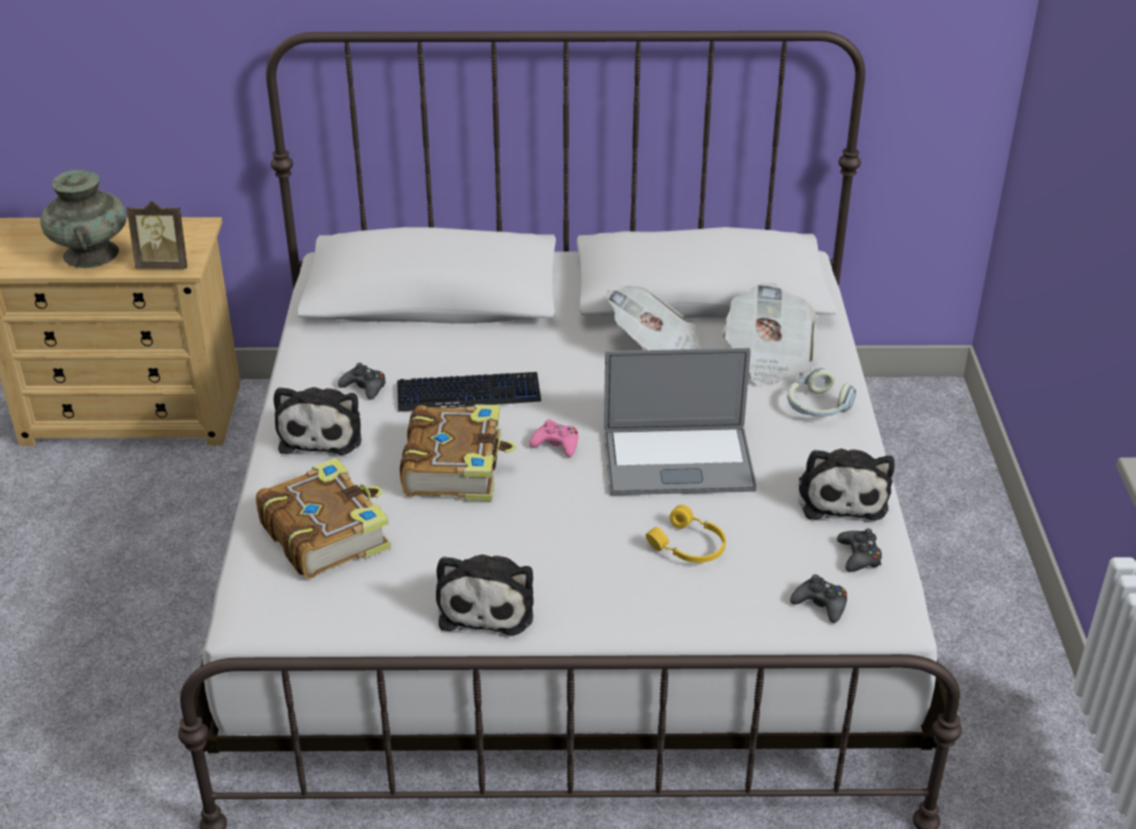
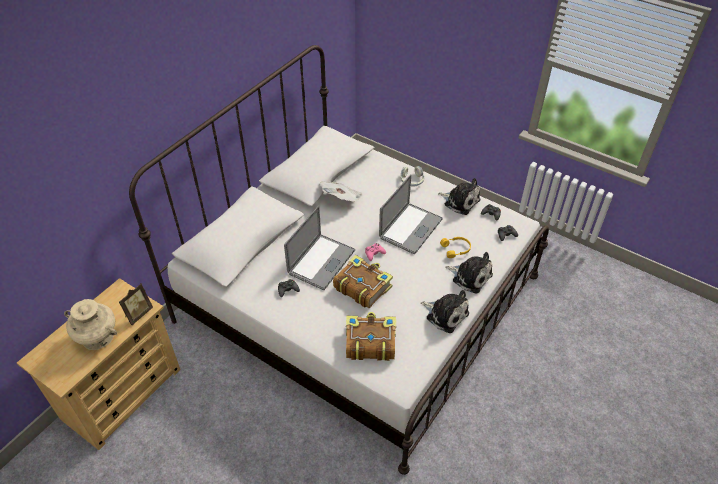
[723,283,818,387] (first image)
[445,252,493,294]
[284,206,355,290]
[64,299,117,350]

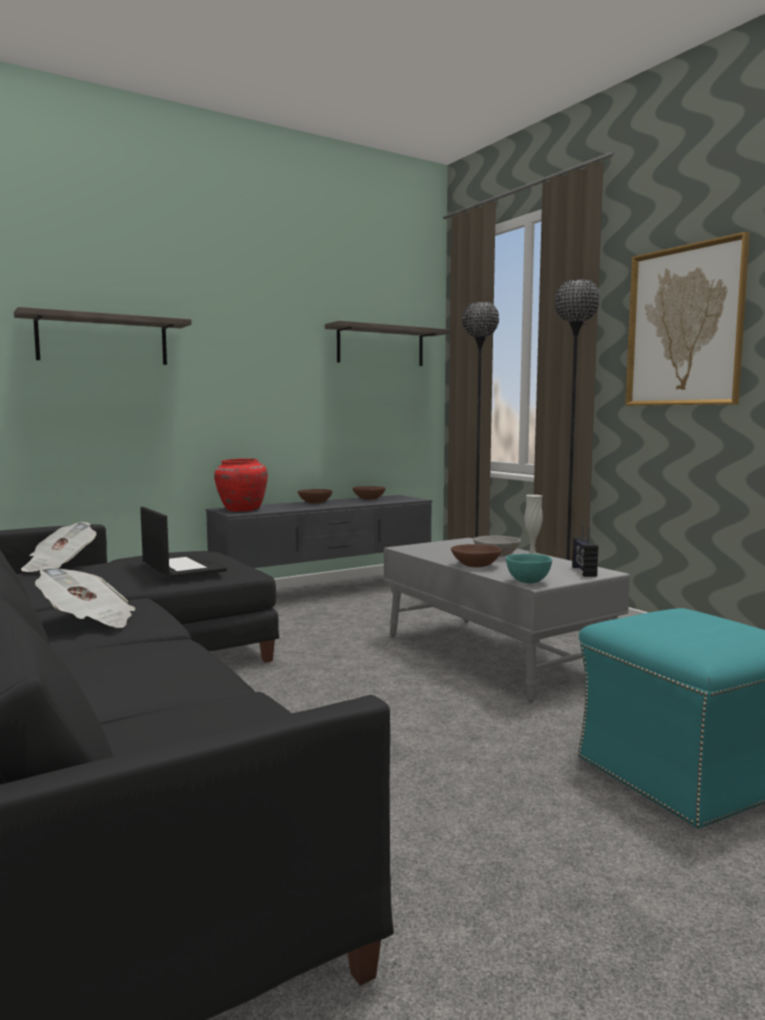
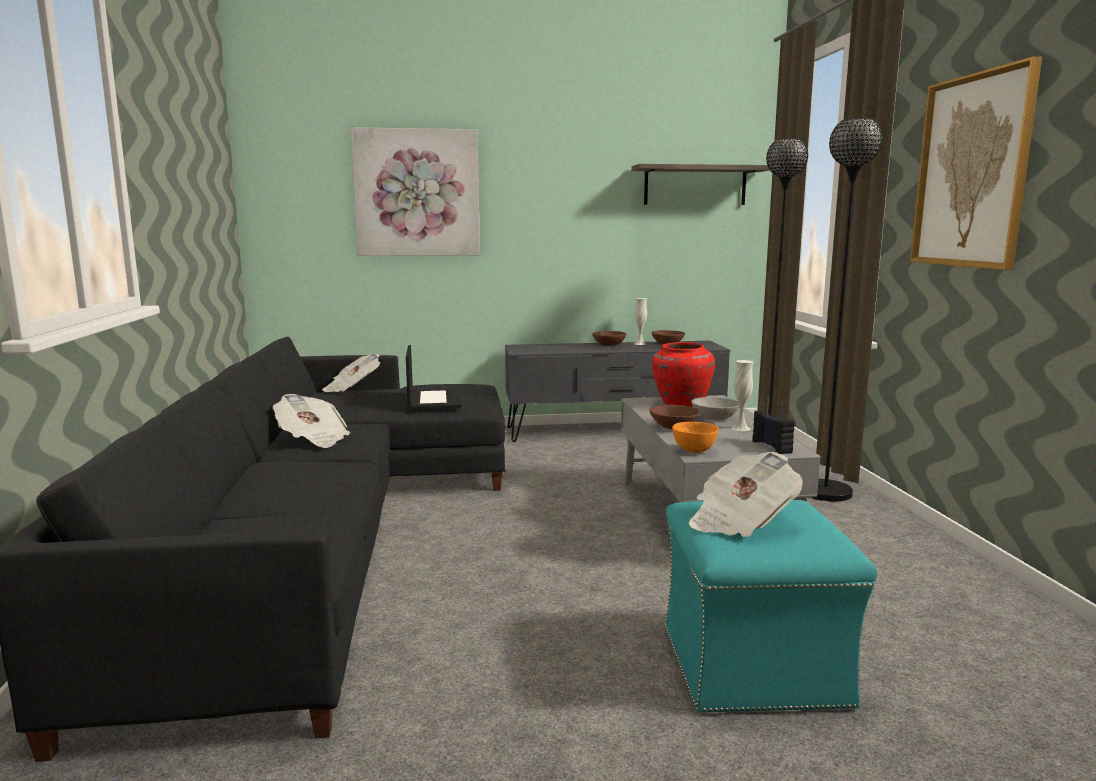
[634,298,647,345]
[689,452,803,537]
[652,342,715,407]
[350,127,480,256]
[672,422,719,453]
[752,396,795,454]

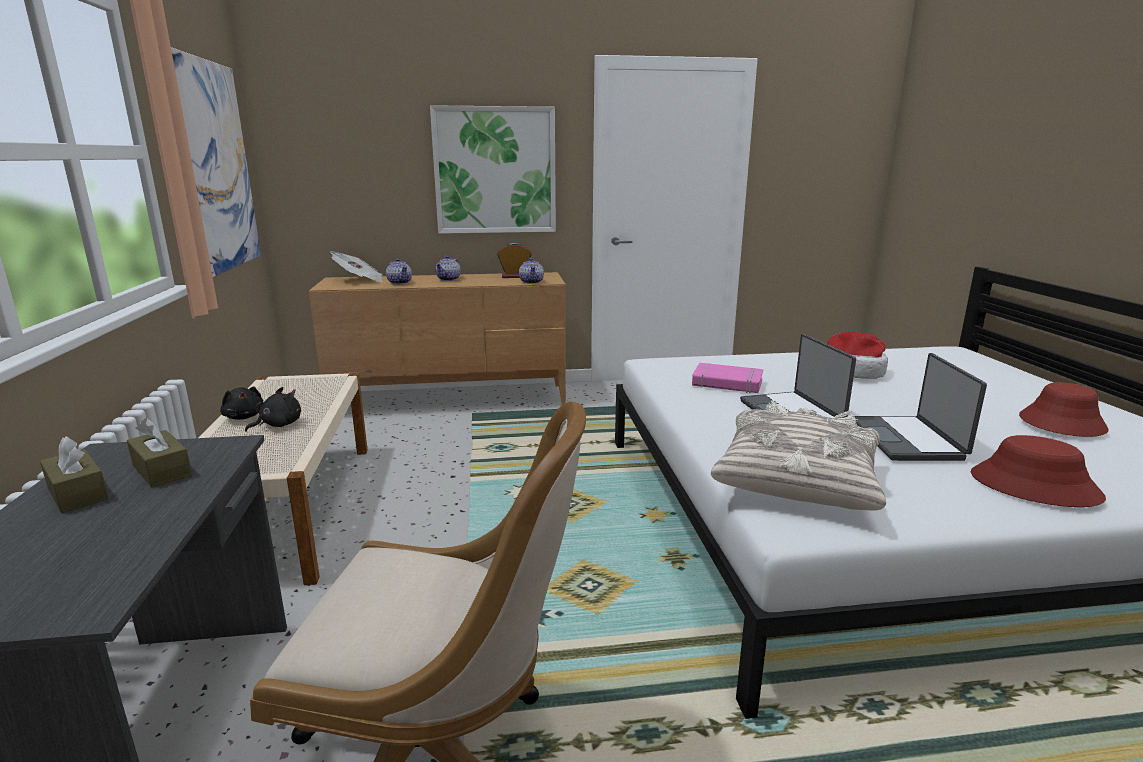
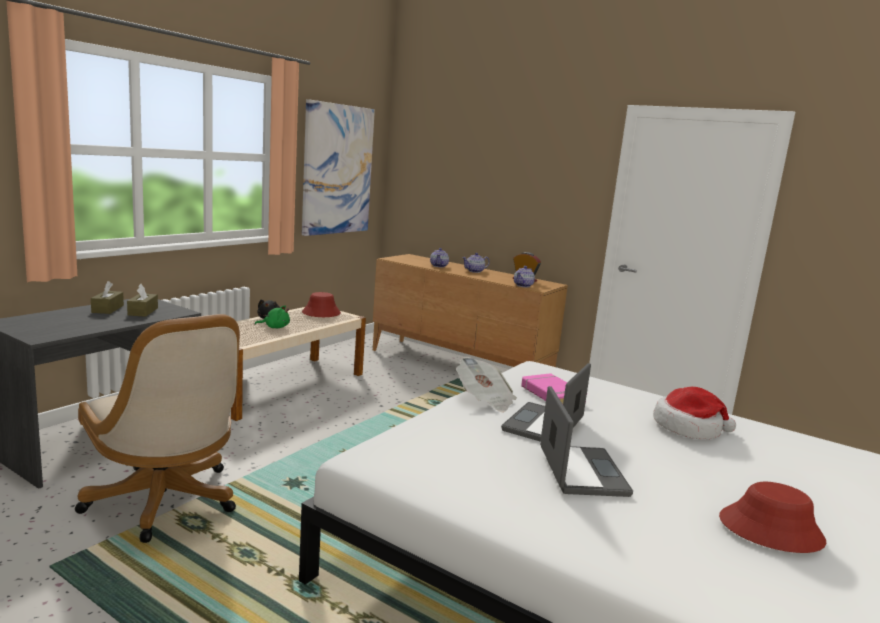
[430,105,556,234] (first image)
[711,399,886,511] (first image)
[456,357,517,413]
[302,292,341,317]
[255,305,290,328]
[540,386,633,497]

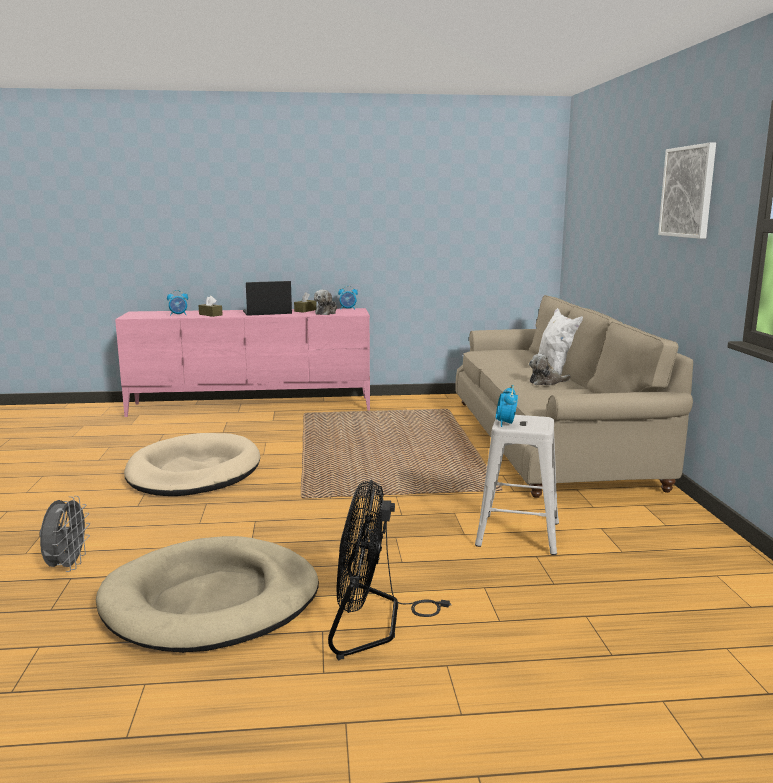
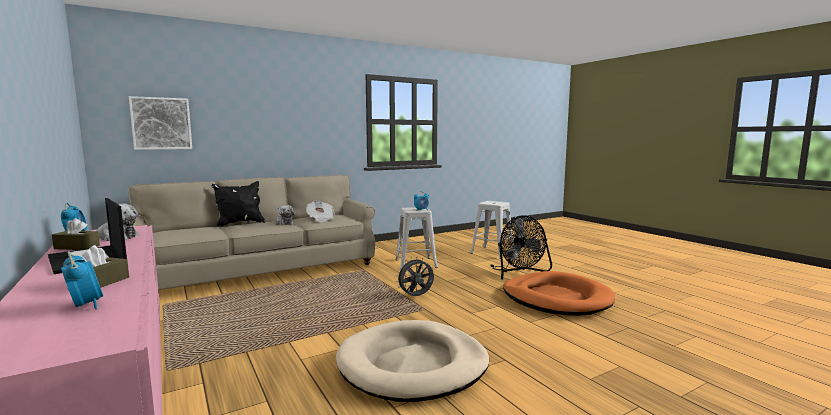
[306,201,335,222]
[470,201,513,259]
[396,257,434,296]
[129,96,192,150]
[503,271,615,316]
[211,181,265,227]

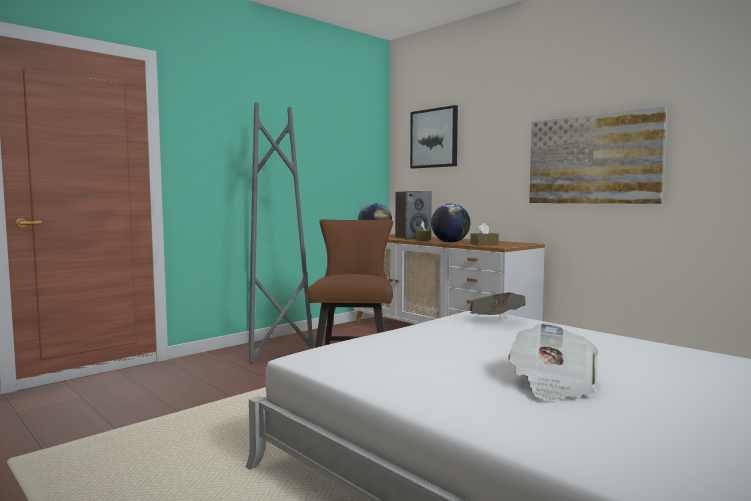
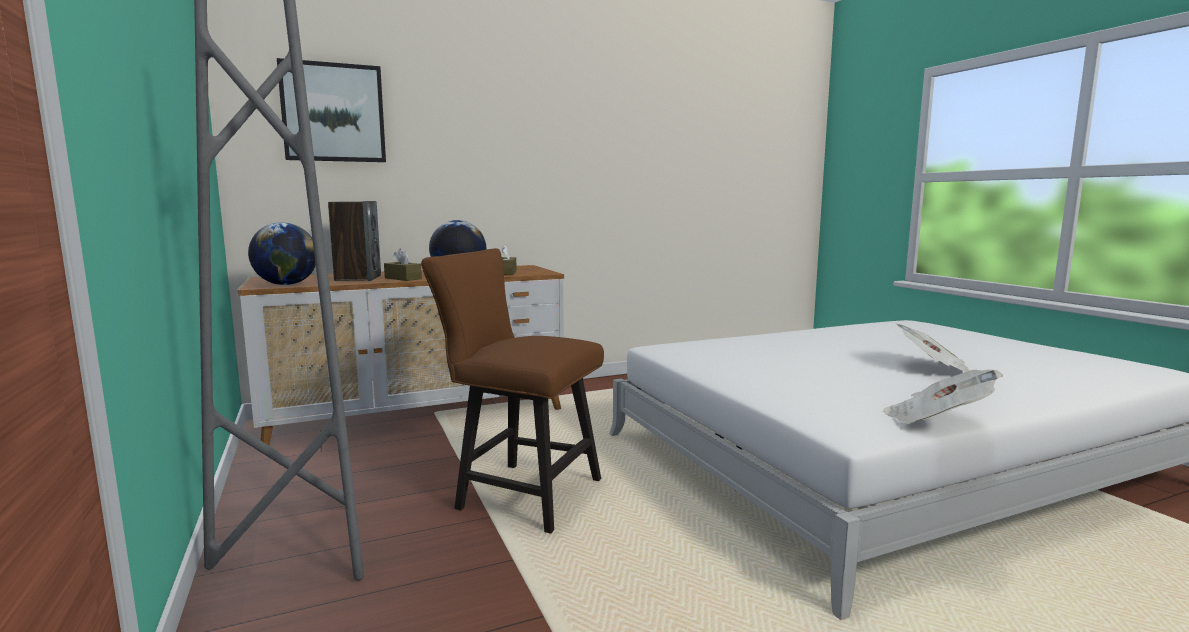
[529,106,666,204] (first image)
[883,370,1003,424]

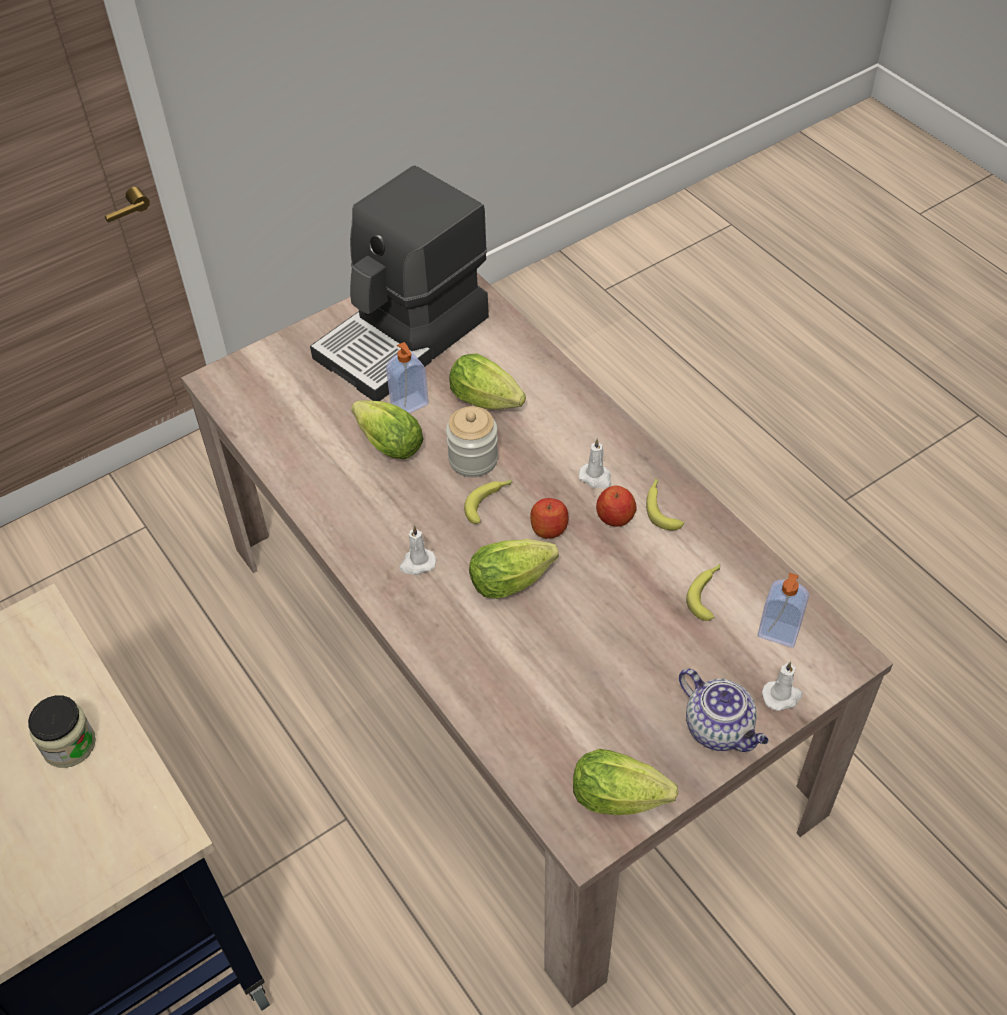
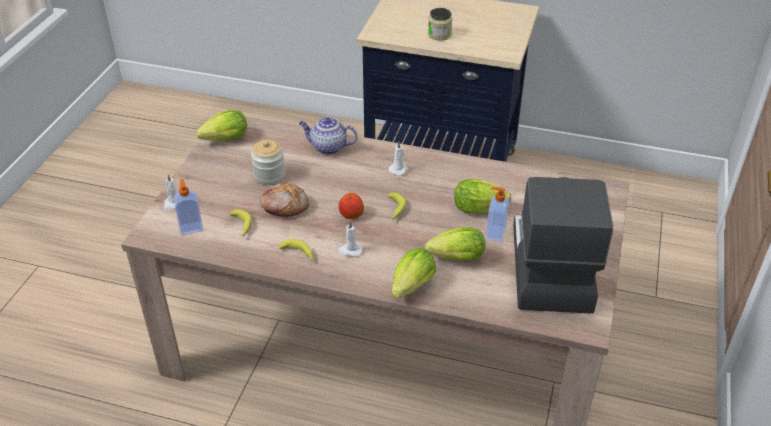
[596,486,637,527] (first image)
[260,182,309,217]
[251,140,285,185]
[392,248,436,298]
[299,117,358,155]

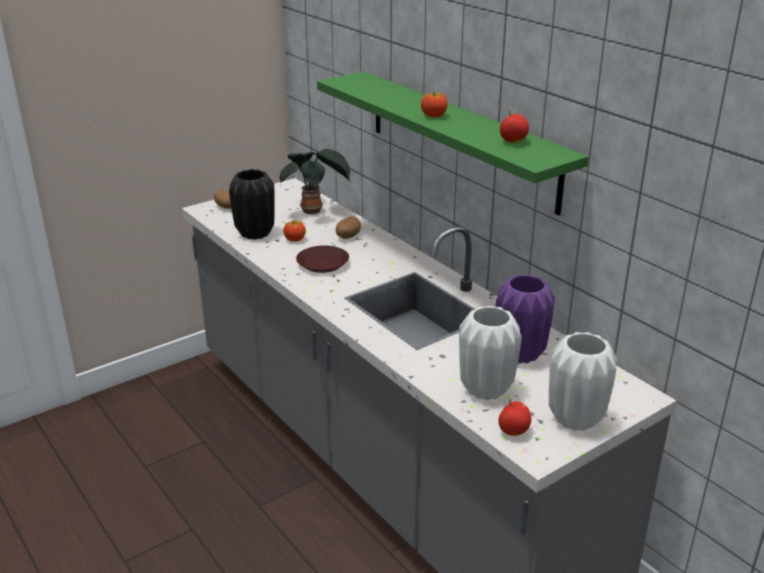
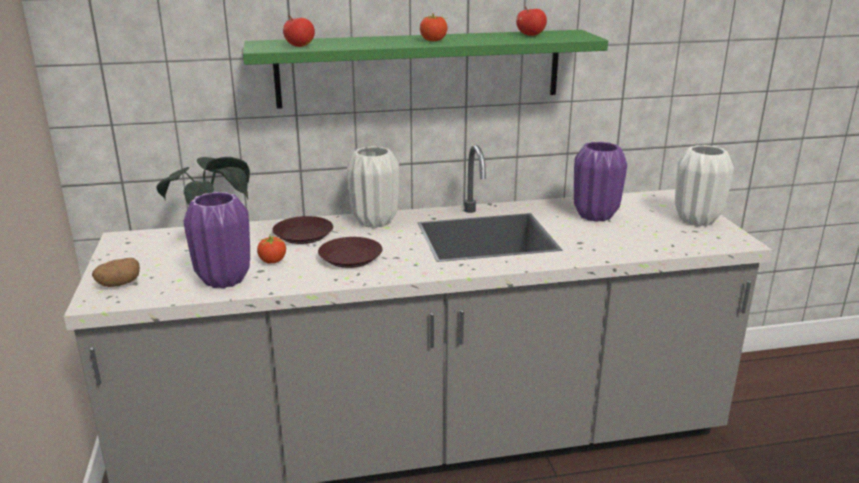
[347,146,399,228]
[283,15,315,47]
[272,216,333,244]
[184,192,250,288]

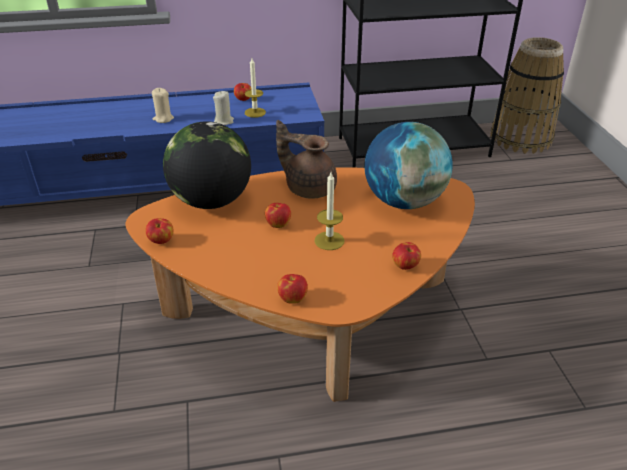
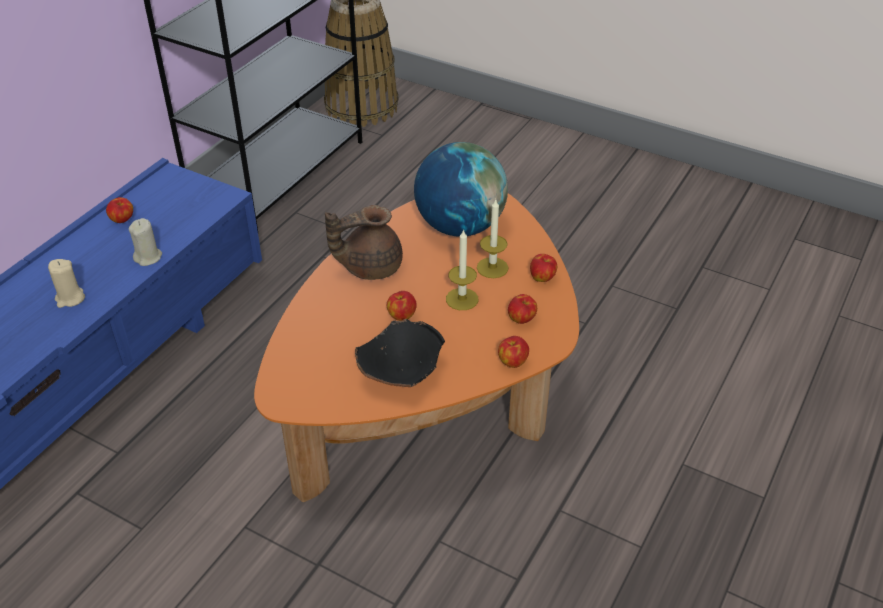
[163,121,251,209] (first image)
[355,319,445,387]
[508,294,537,324]
[477,200,508,278]

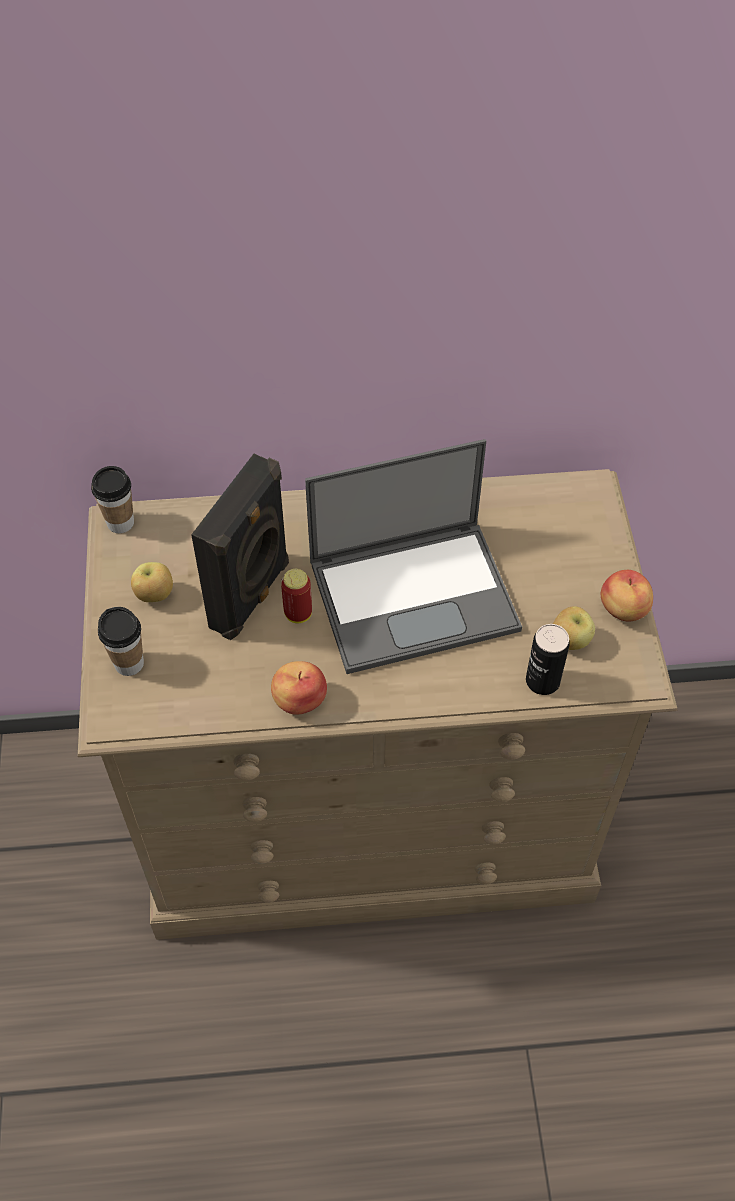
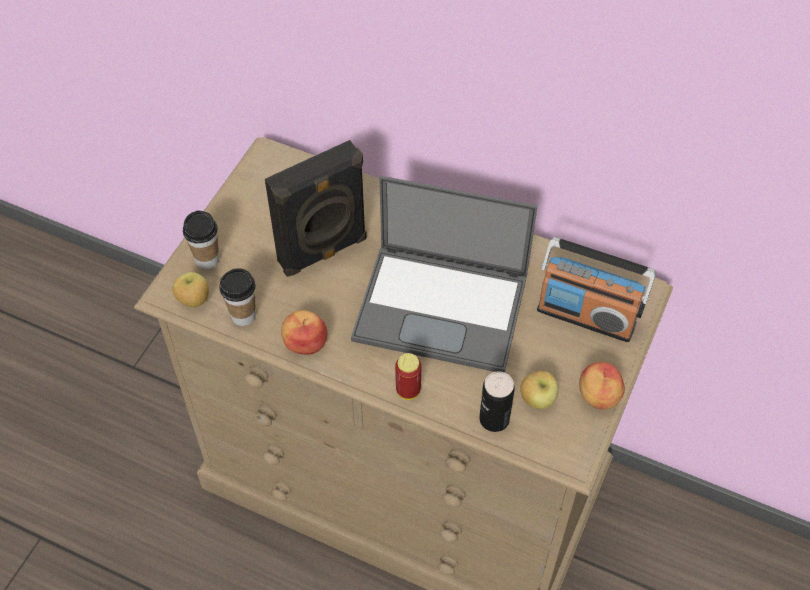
[537,237,656,342]
[219,268,256,326]
[172,272,209,307]
[395,353,421,400]

